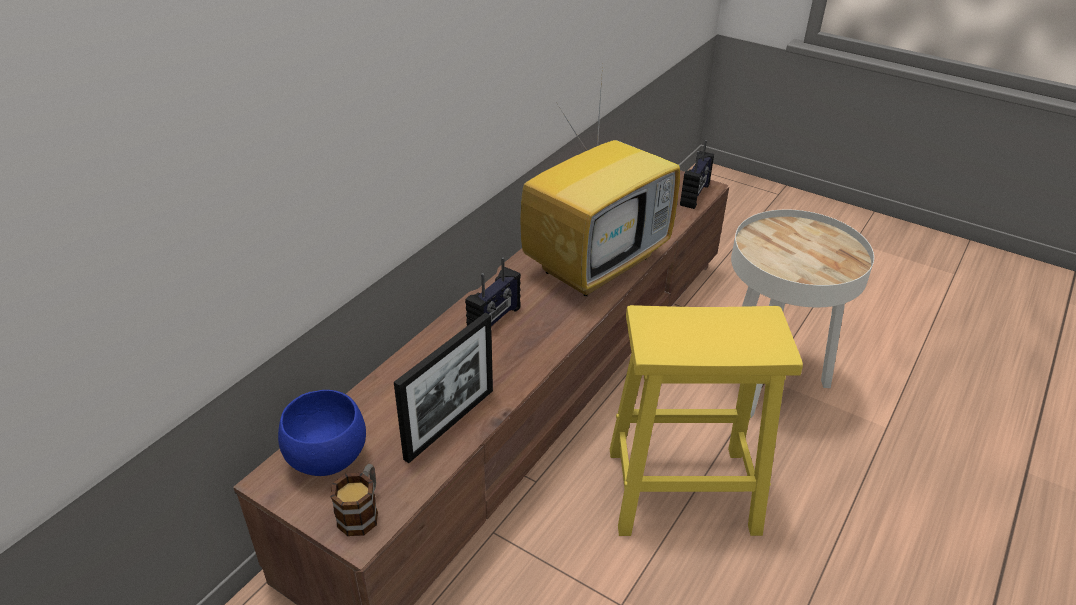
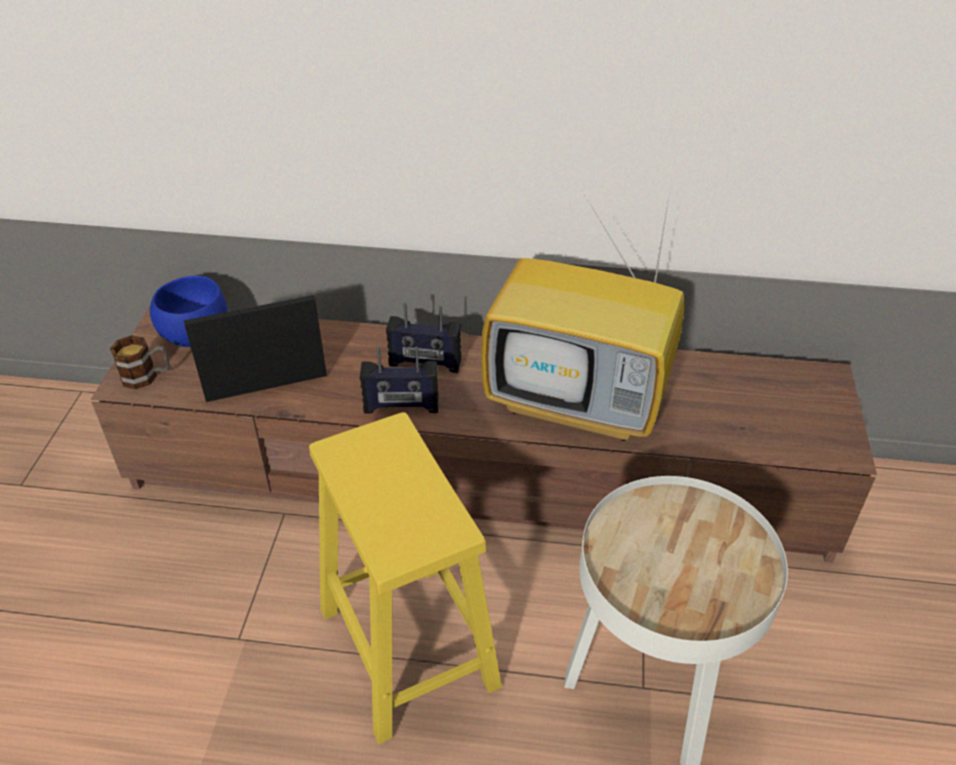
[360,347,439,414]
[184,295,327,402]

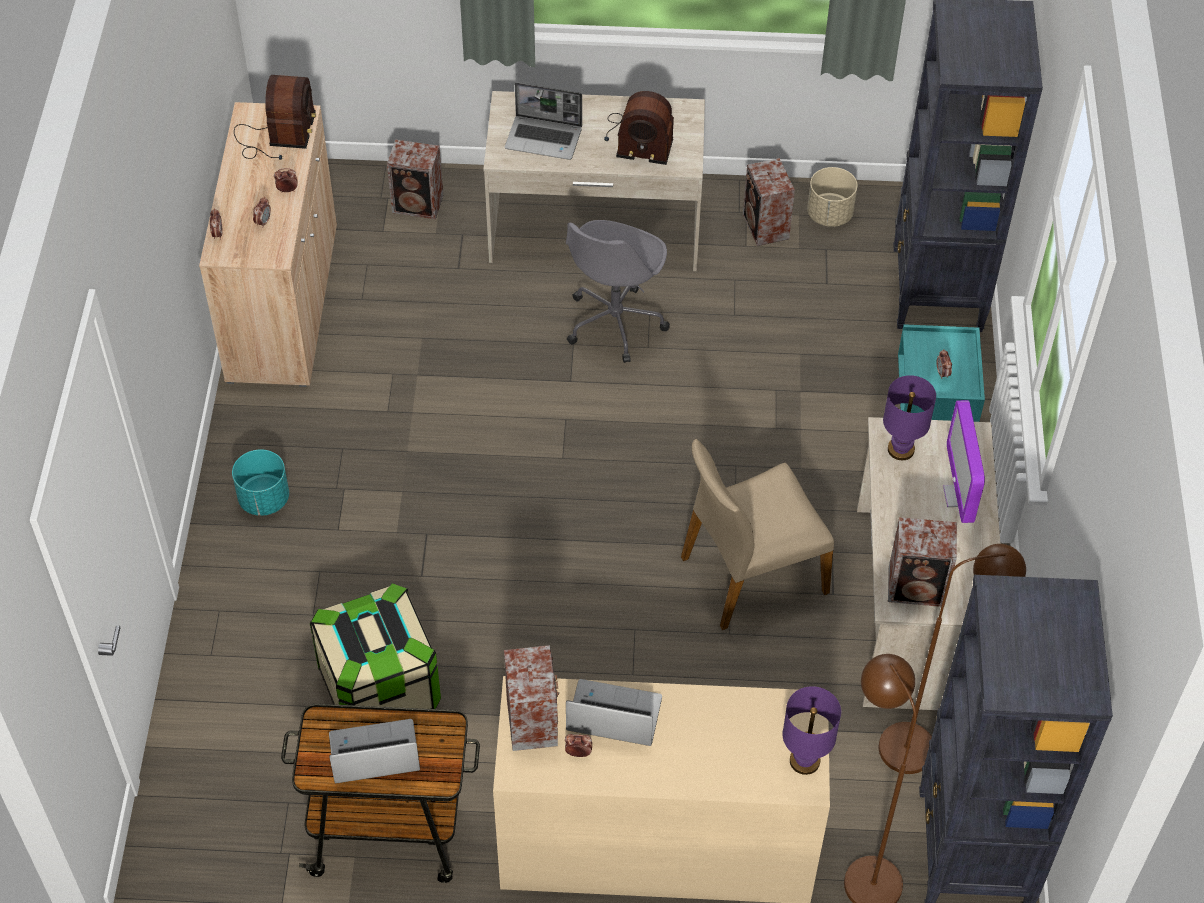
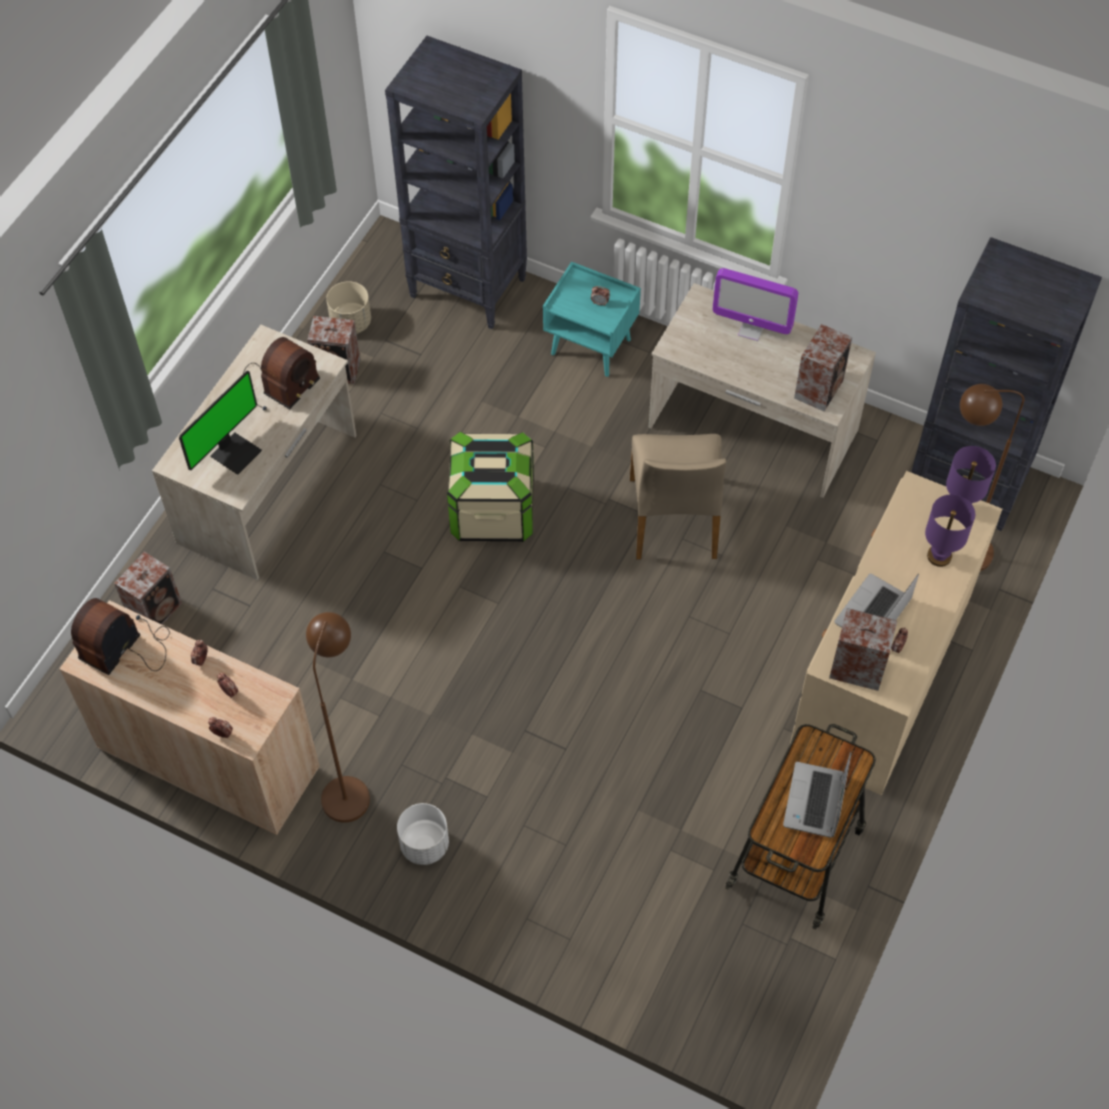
[566,220,670,363] (first image)
[447,432,534,542]
[306,612,370,823]
[925,494,975,567]
[179,371,262,475]
[397,803,449,865]
[71,598,170,675]

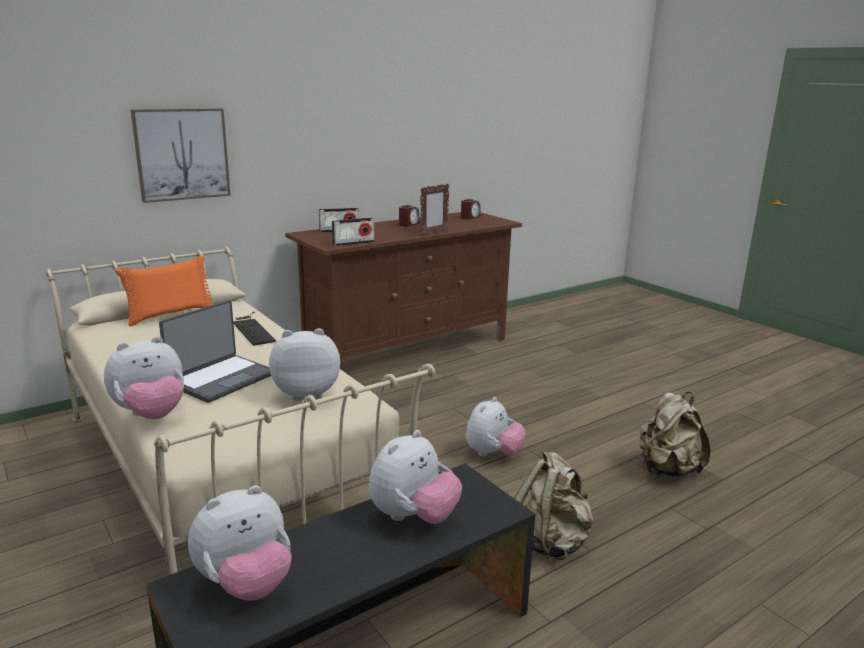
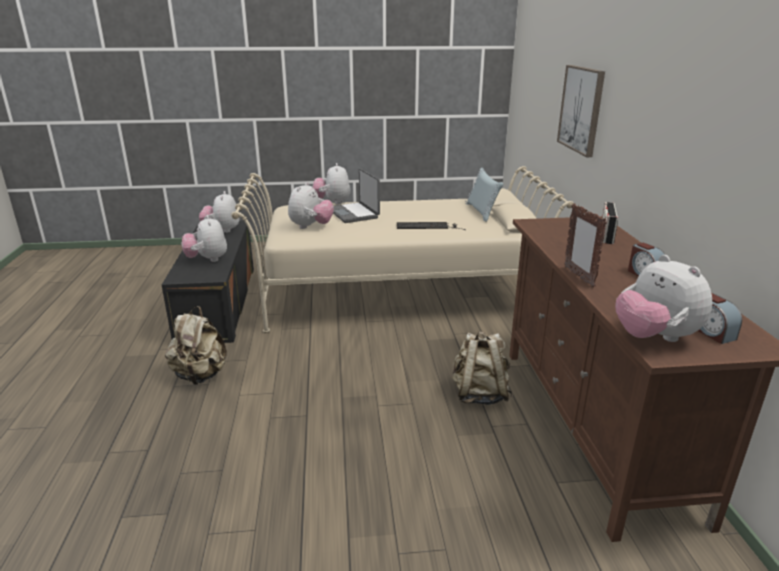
[332,217,374,246] (first image)
[615,255,712,342]
[452,331,513,405]
[465,168,504,222]

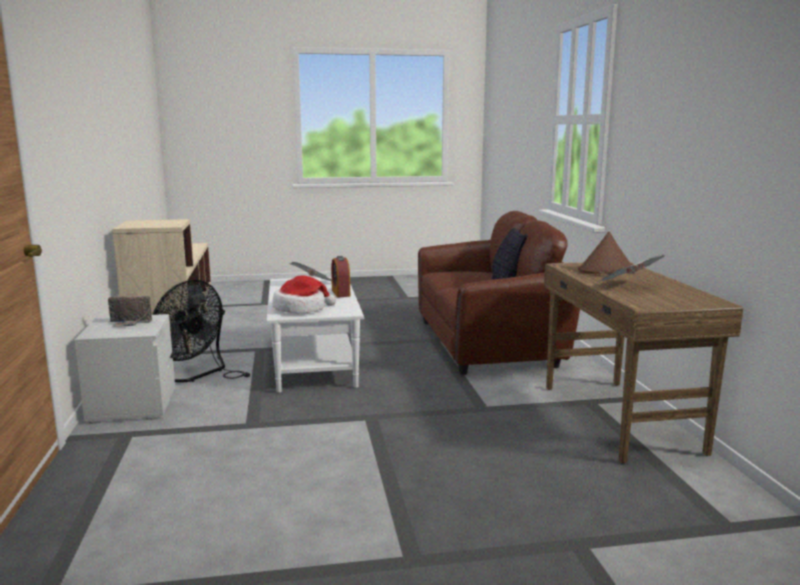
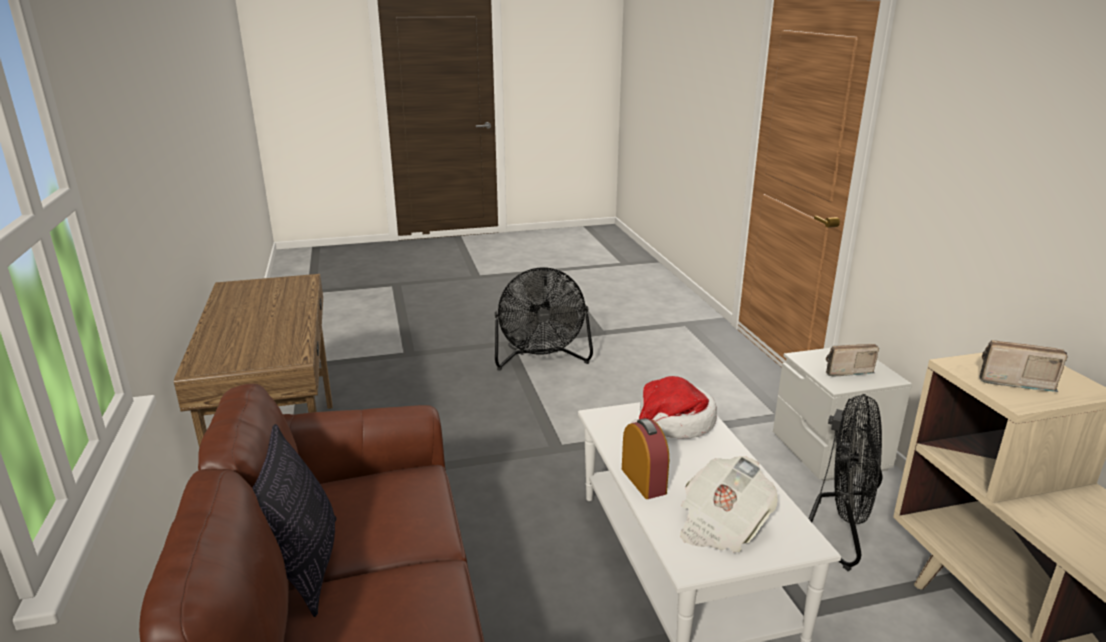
[578,232,633,274] (first image)
[597,254,665,282] (first image)
[495,267,593,371]
[979,340,1068,392]

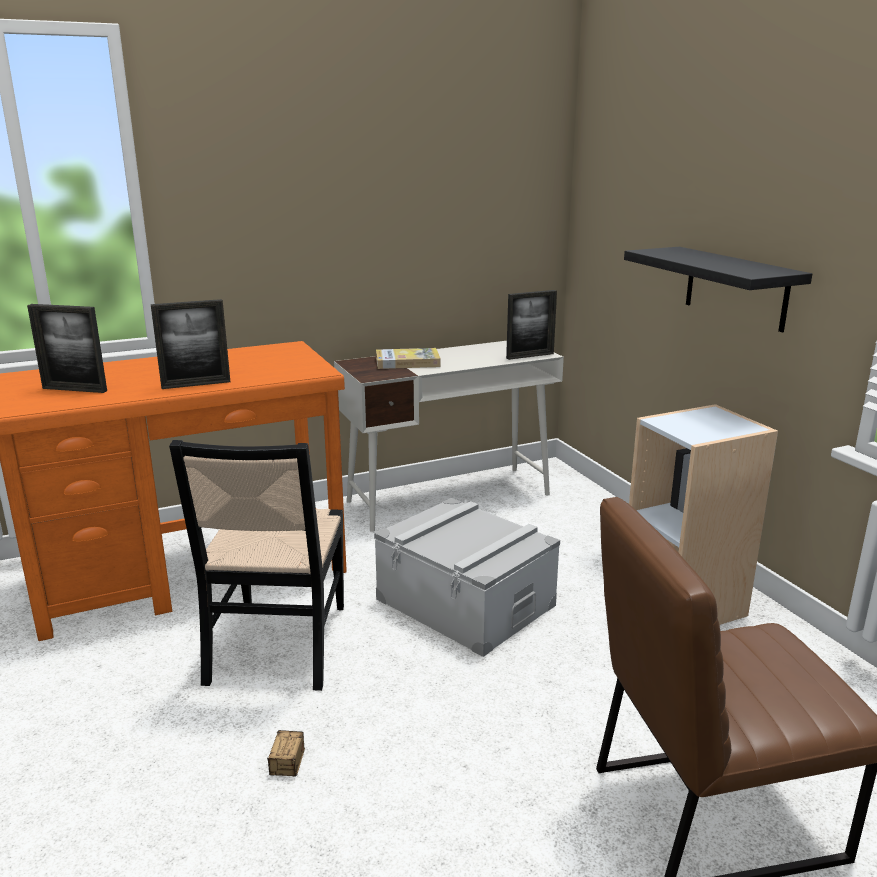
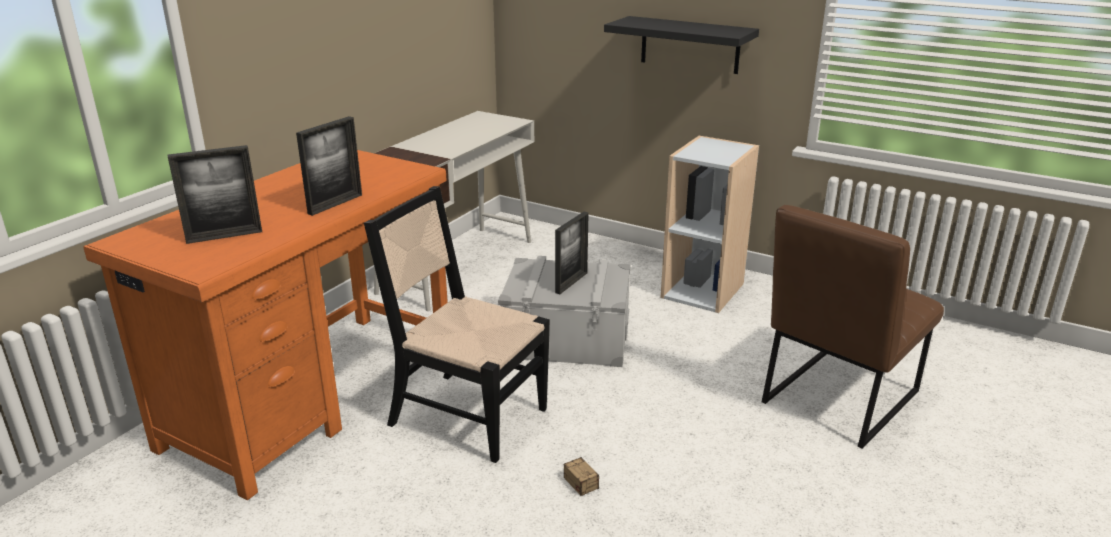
[376,348,441,369] (first image)
[555,212,589,294]
[364,186,550,463]

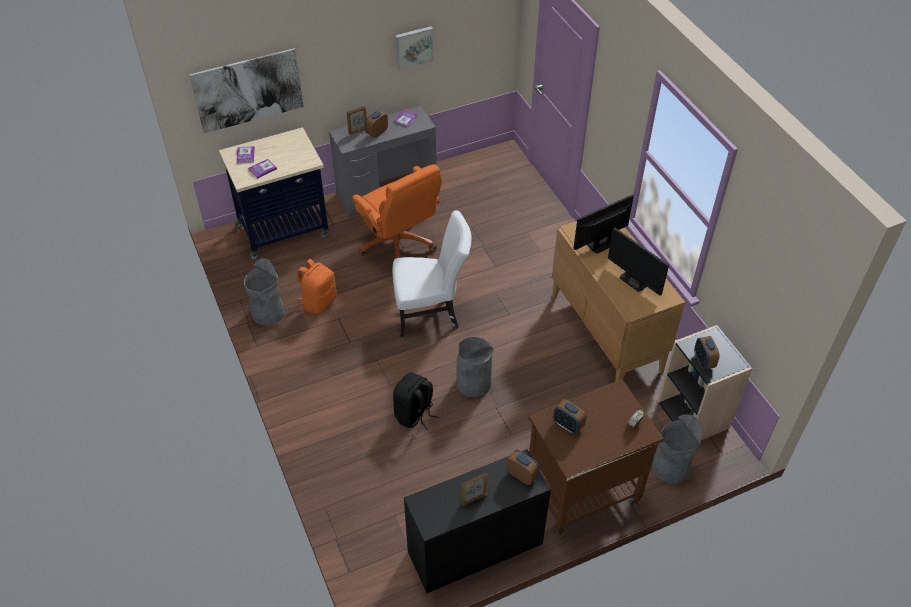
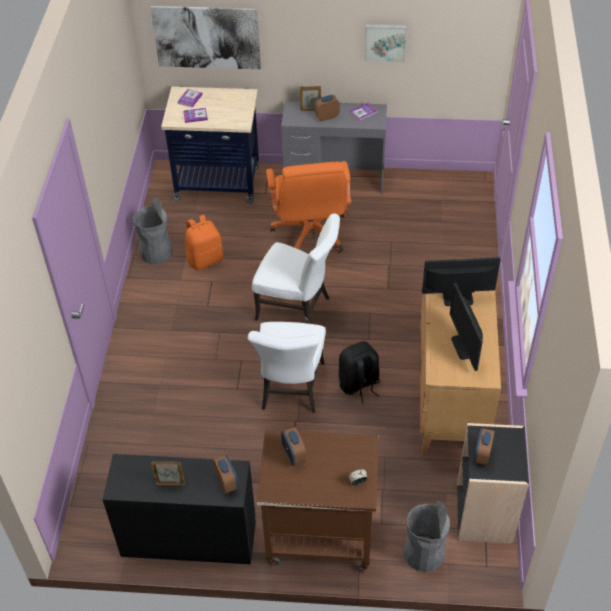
[339,341,380,404]
[248,322,326,413]

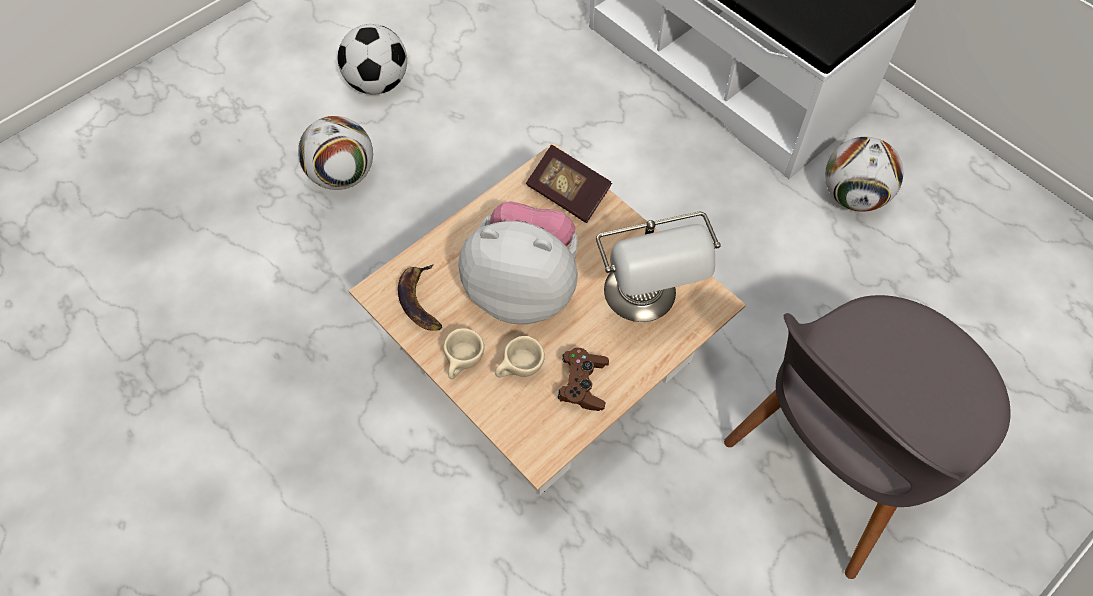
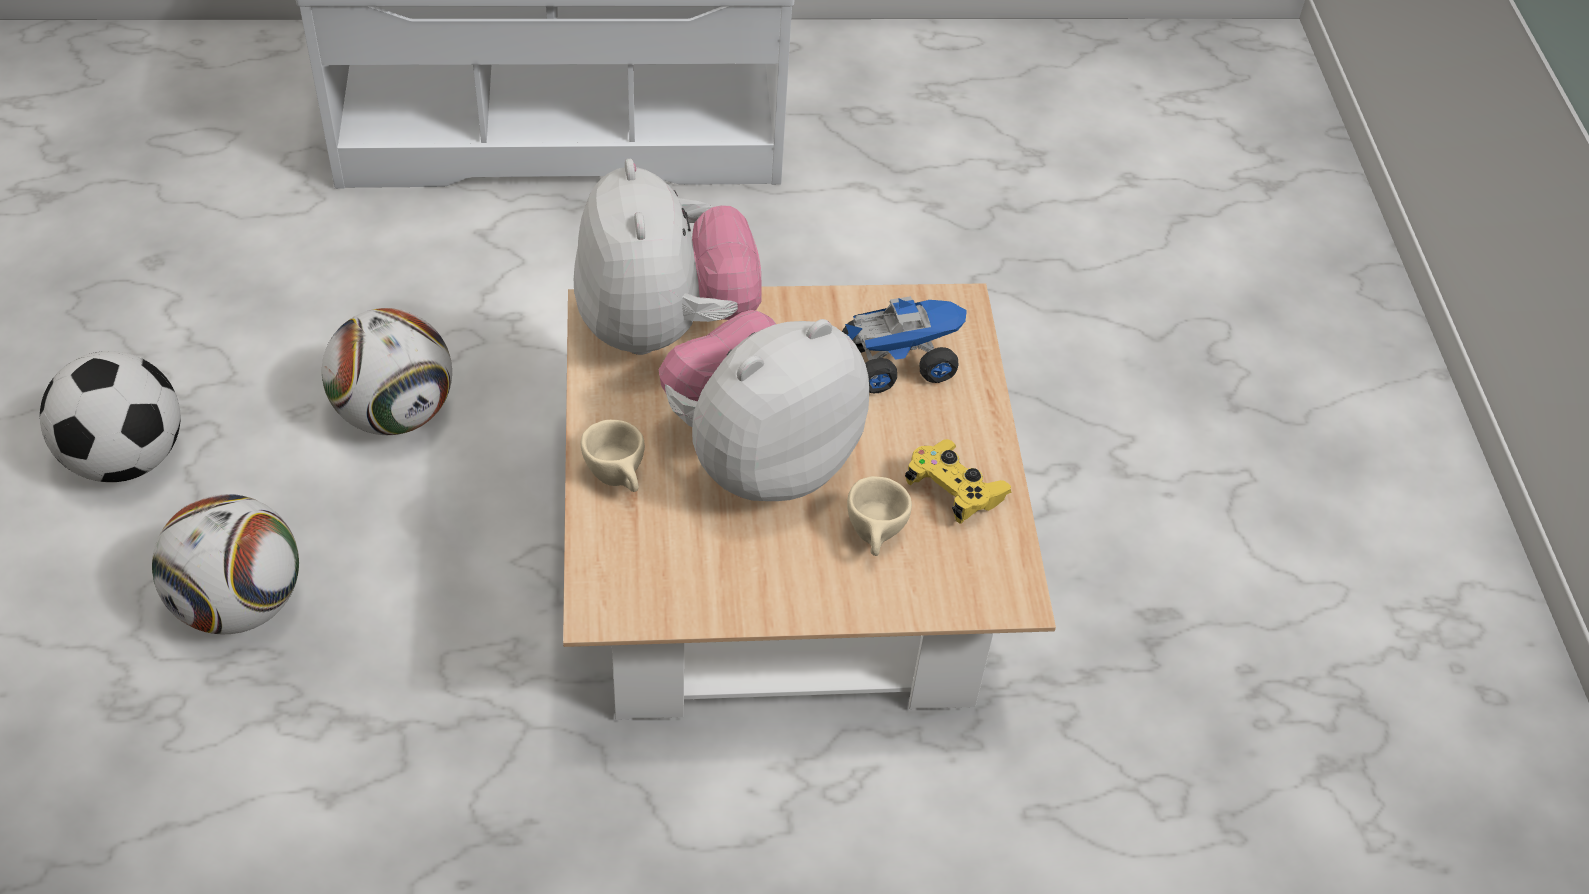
[398,264,442,331] (first image)
[724,295,1011,579] (first image)
[580,420,645,492]
[322,308,452,435]
[574,159,762,355]
[842,296,967,393]
[905,439,1012,524]

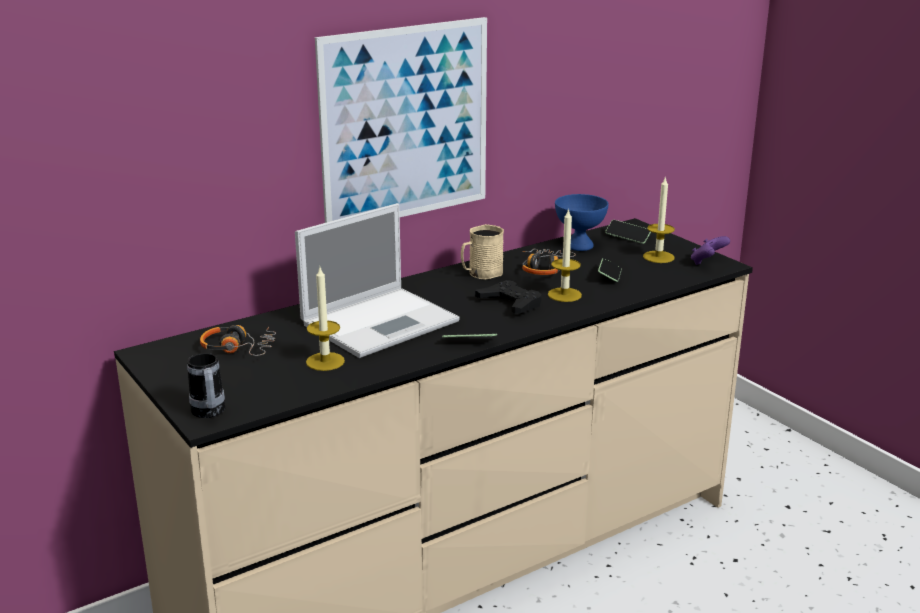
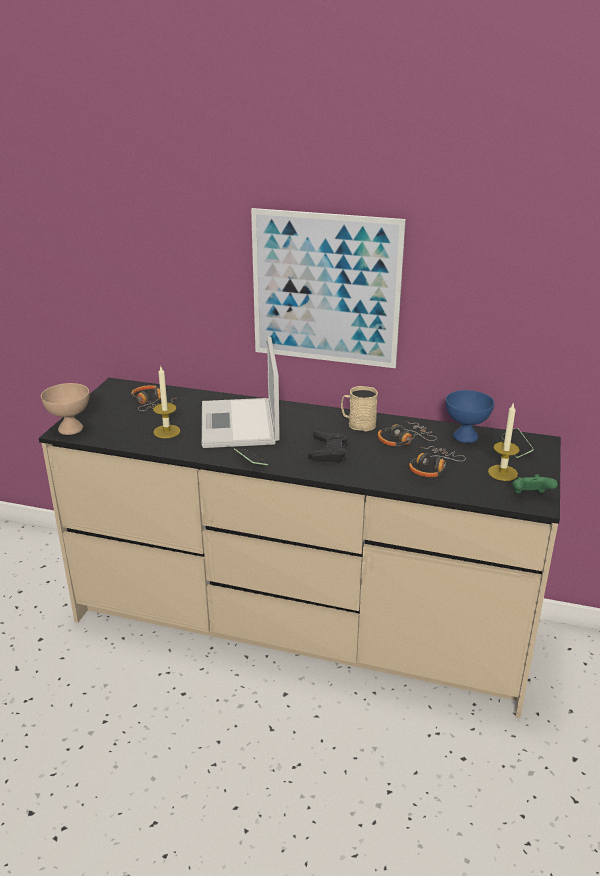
[548,208,582,302] (first image)
[41,383,89,435]
[409,446,466,477]
[512,474,558,494]
[202,337,280,448]

